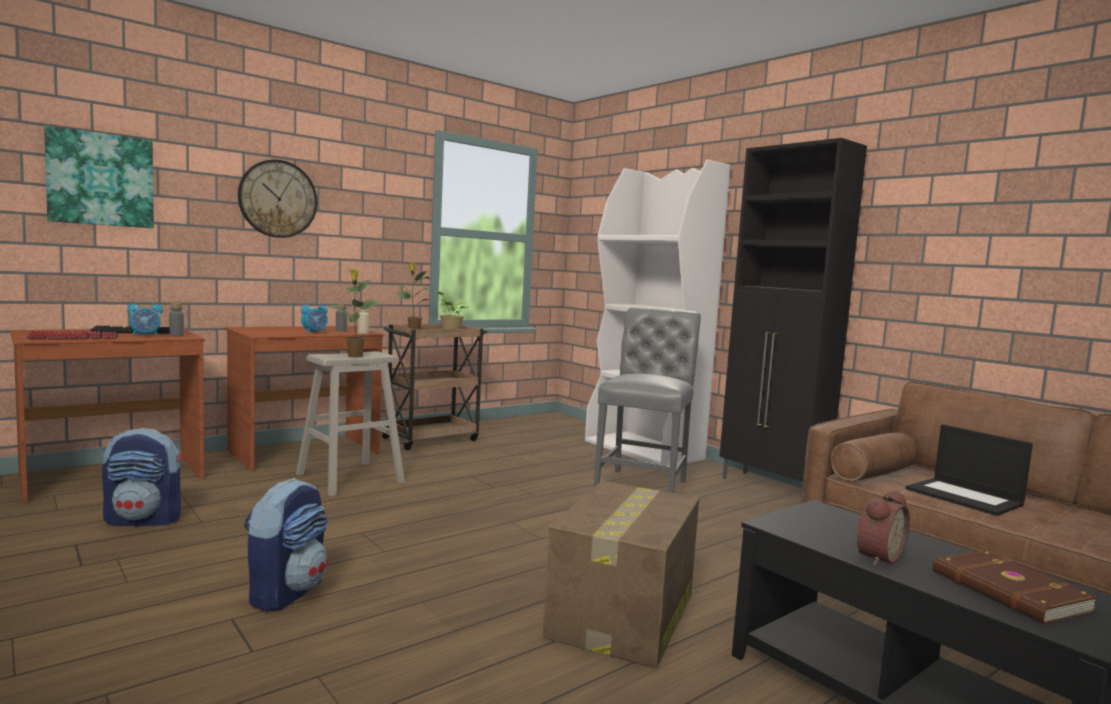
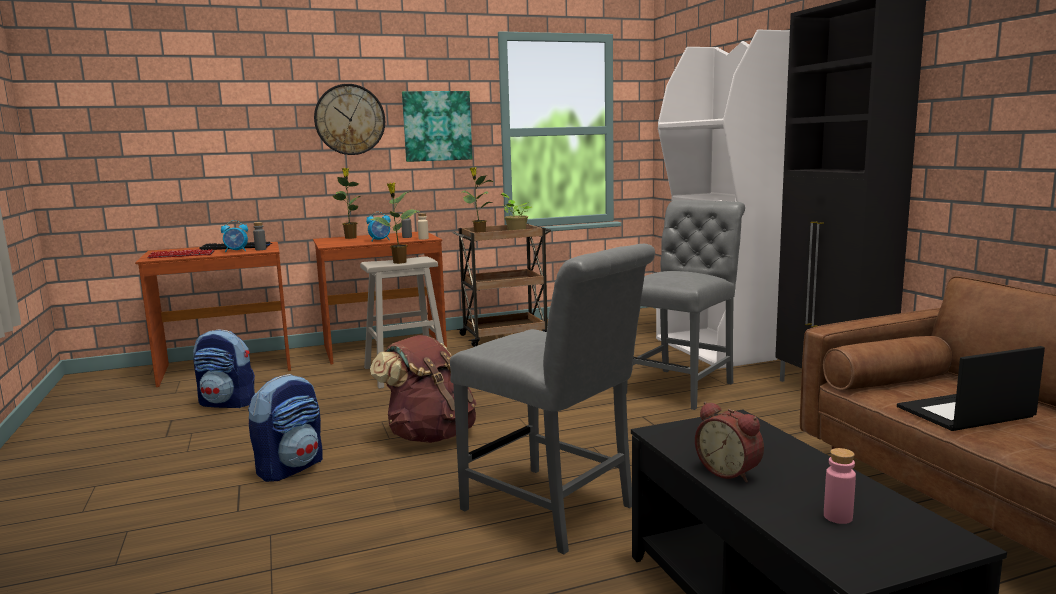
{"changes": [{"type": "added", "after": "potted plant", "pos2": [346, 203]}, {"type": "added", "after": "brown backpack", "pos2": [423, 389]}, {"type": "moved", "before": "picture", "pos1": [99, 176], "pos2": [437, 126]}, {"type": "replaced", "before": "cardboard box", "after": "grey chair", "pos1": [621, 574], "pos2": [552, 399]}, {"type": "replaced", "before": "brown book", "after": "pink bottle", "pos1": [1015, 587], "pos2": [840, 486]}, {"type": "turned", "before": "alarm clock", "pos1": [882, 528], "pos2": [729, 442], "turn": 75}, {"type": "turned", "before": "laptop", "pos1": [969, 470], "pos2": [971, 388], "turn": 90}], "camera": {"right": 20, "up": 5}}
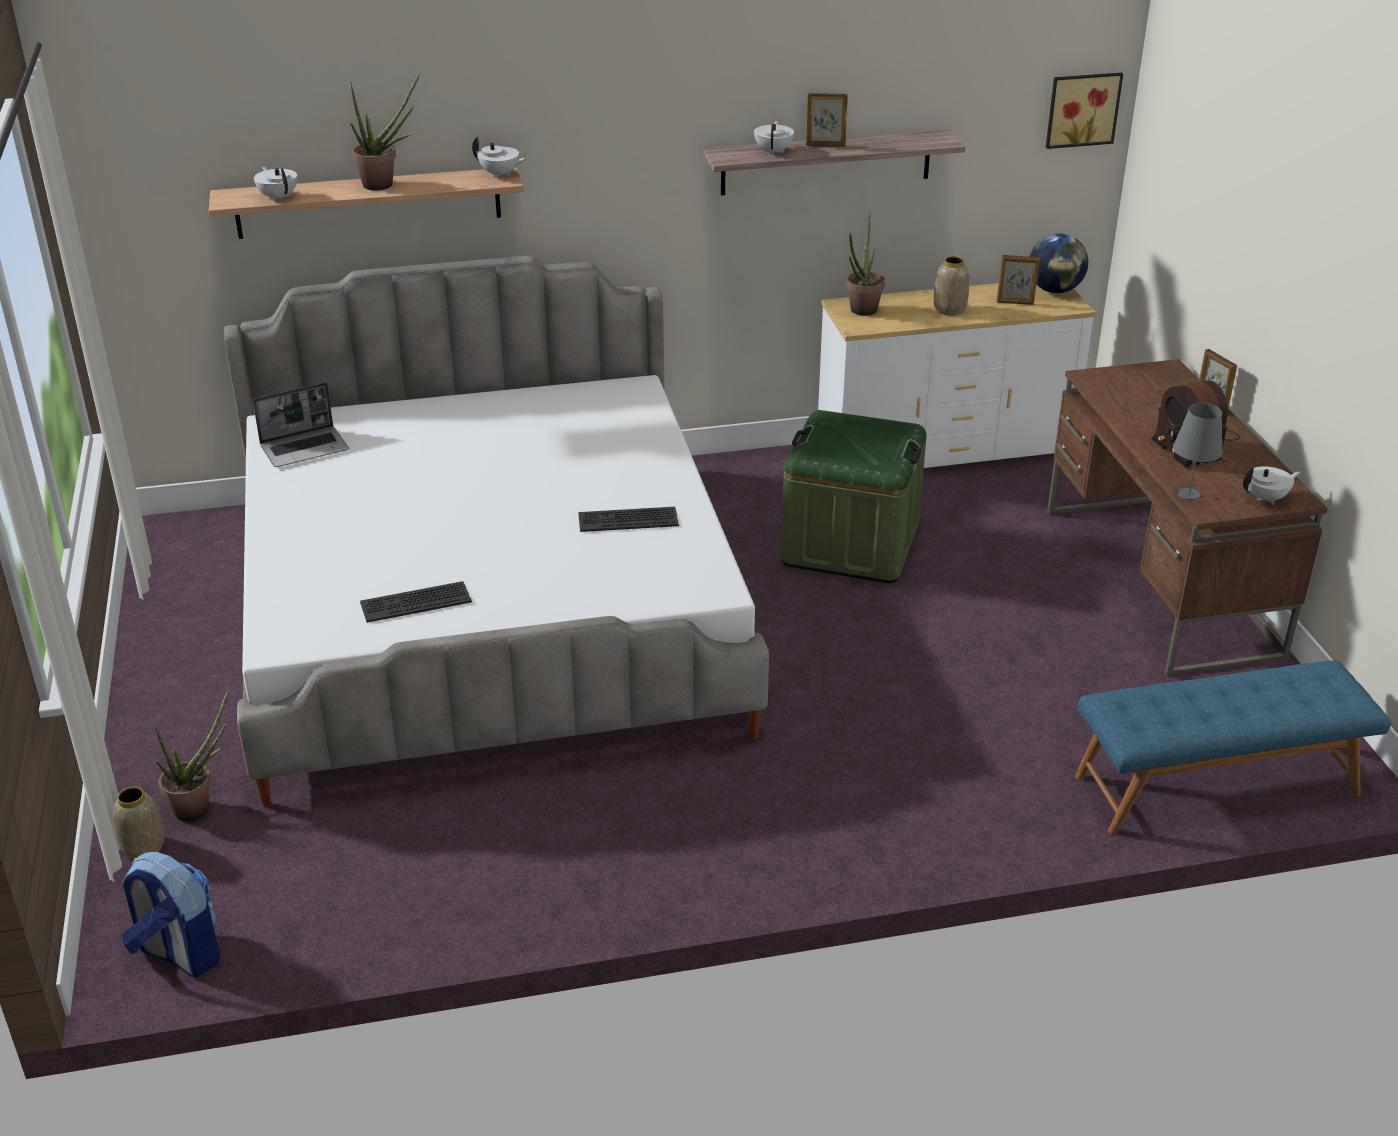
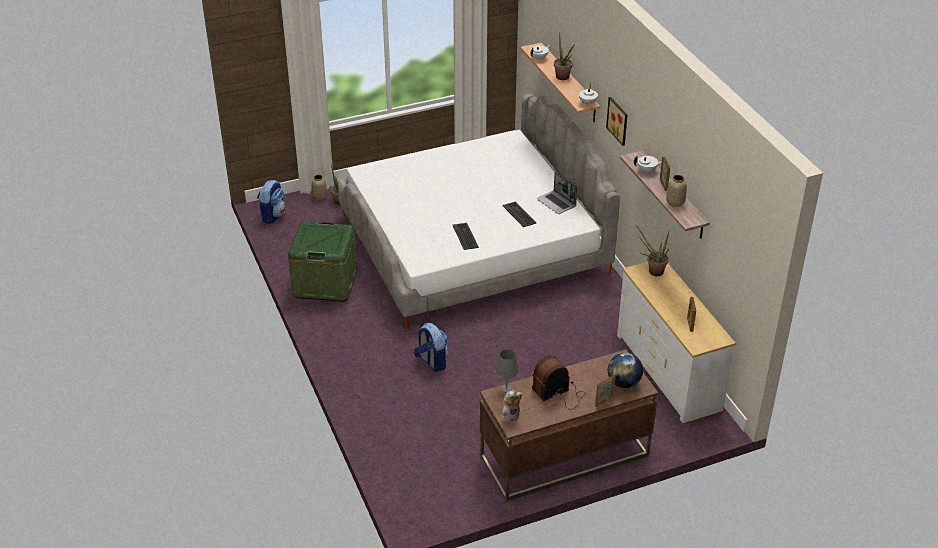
{"changes": [{"type": "removed", "before": "blue bench", "pos1": [1233, 747]}, {"type": "added", "after": "backpack", "pos2": [431, 347]}, {"type": "moved", "before": "laptop", "pos1": [301, 424], "pos2": [557, 193]}, {"type": "moved", "before": "keyboard", "pos1": [416, 602], "pos2": [519, 214]}, {"type": "moved", "before": "green storage box", "pos1": [854, 496], "pos2": [323, 262]}, {"type": "moved", "before": "vase", "pos1": [951, 286], "pos2": [676, 191]}, {"type": "moved", "before": "globe", "pos1": [1059, 263], "pos2": [625, 370]}, {"type": "moved", "before": "picture", "pos1": [1084, 110], "pos2": [616, 121]}, {"type": "replaced", "before": "white teapot", "after": "plush toy", "pos1": [1271, 485], "pos2": [512, 406]}], "camera": {"right": 80, "up": 5}}
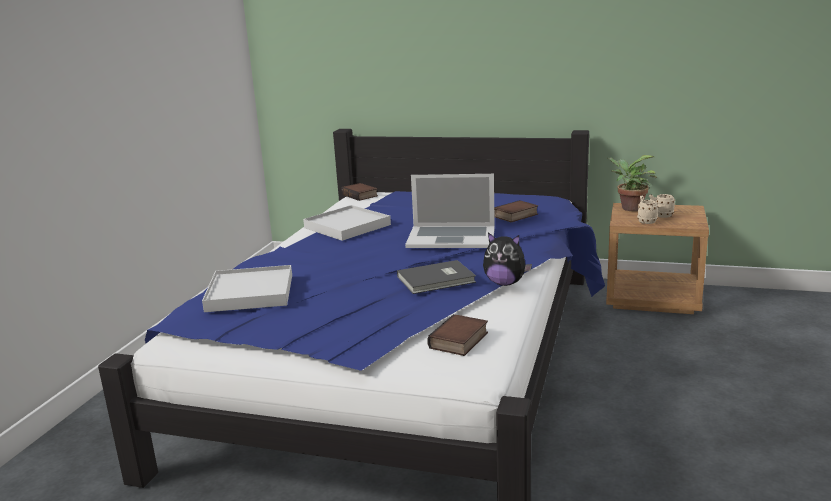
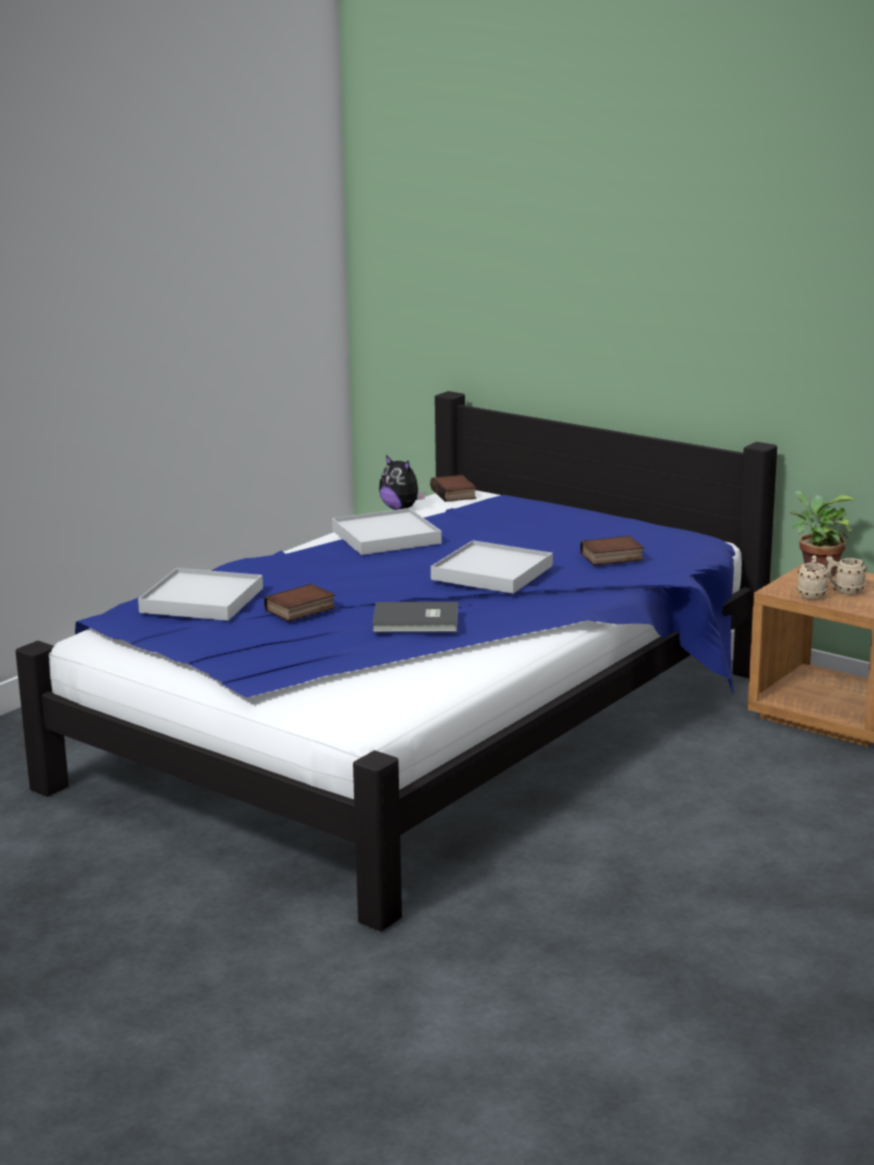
{"changes": [{"type": "moved", "before": "book", "pos1": [457, 335], "pos2": [300, 602]}, {"type": "moved", "before": "plush toy", "pos1": [507, 259], "pos2": [402, 482]}, {"type": "replaced", "before": "laptop", "after": "white tray", "pos1": [450, 211], "pos2": [492, 567]}], "camera": {"right": 20, "up": 0}}
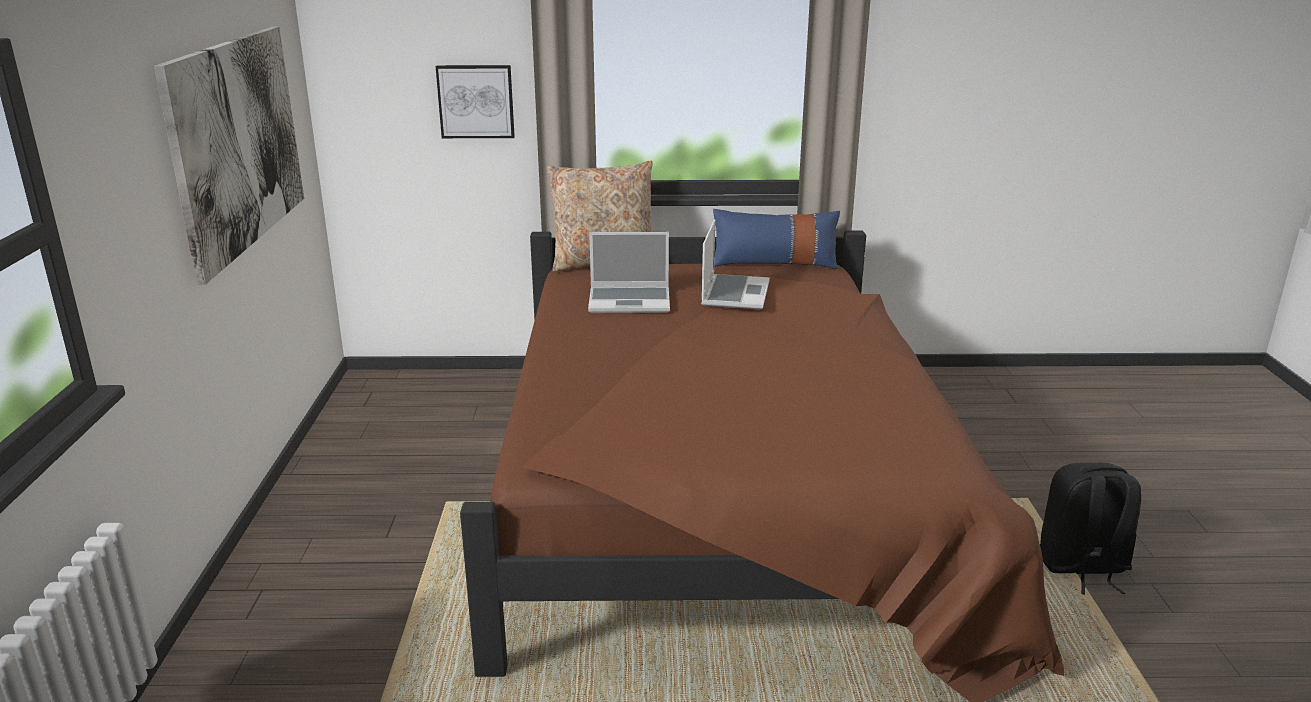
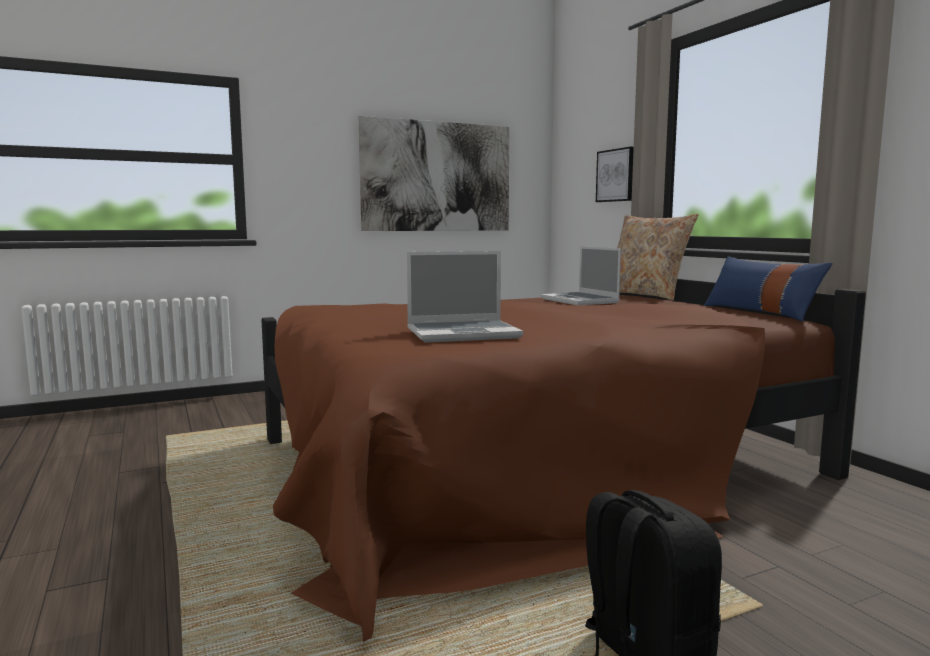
{"changes": [{"type": "moved", "before": "laptop", "pos1": [735, 265], "pos2": [465, 297]}], "camera": {"right": 65, "up": -15}}
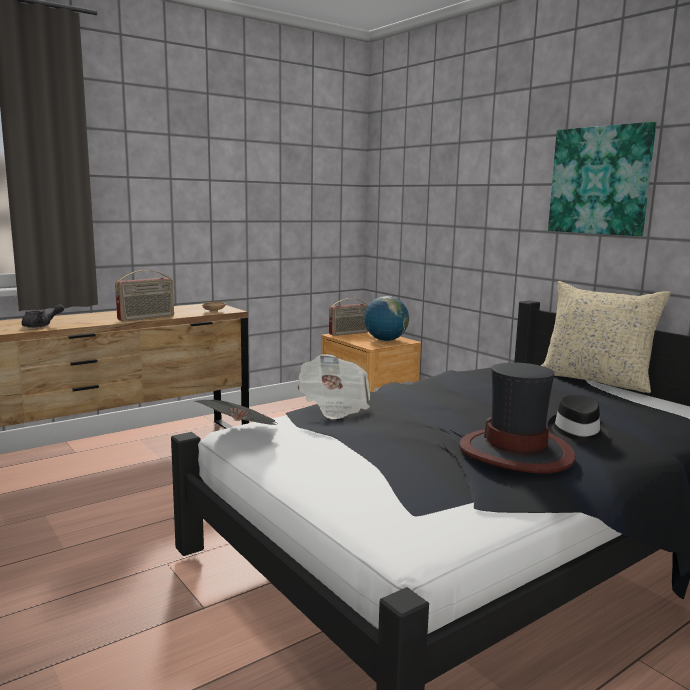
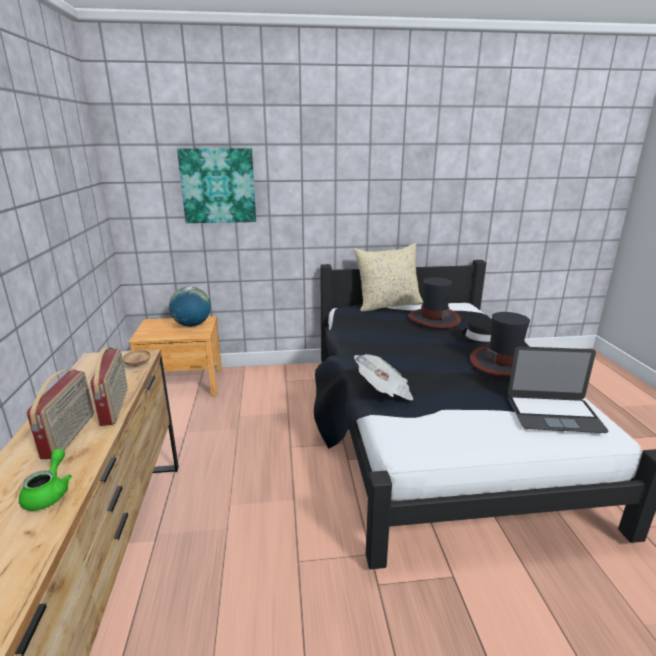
{"changes": [{"type": "removed", "before": "newspaper", "pos1": [236, 412]}, {"type": "added", "after": "hat", "pos2": [434, 303]}, {"type": "added", "after": "laptop", "pos2": [558, 389]}, {"type": "moved", "before": "radio", "pos1": [348, 317], "pos2": [60, 414]}, {"type": "moved", "before": "picture", "pos1": [602, 179], "pos2": [216, 185]}, {"type": "recoloured", "before": "grey teapot", "after": "green teapot", "pos1": [43, 316], "pos2": [45, 480]}], "camera": {"right": -60, "up": 10}}
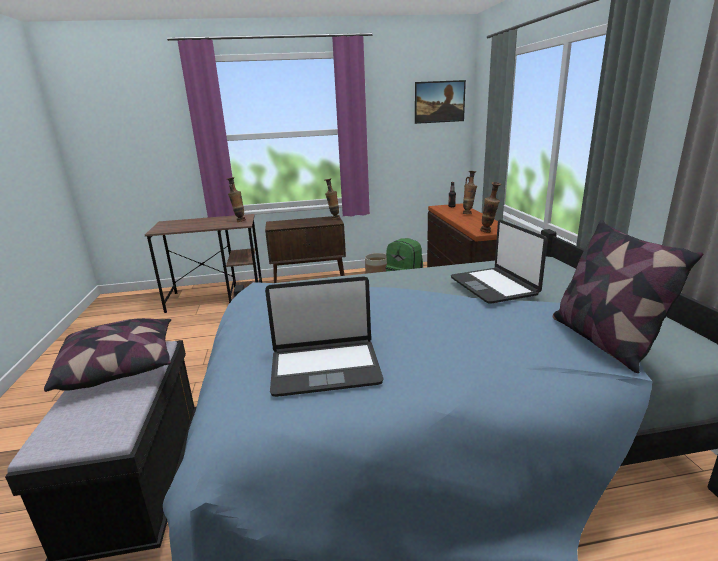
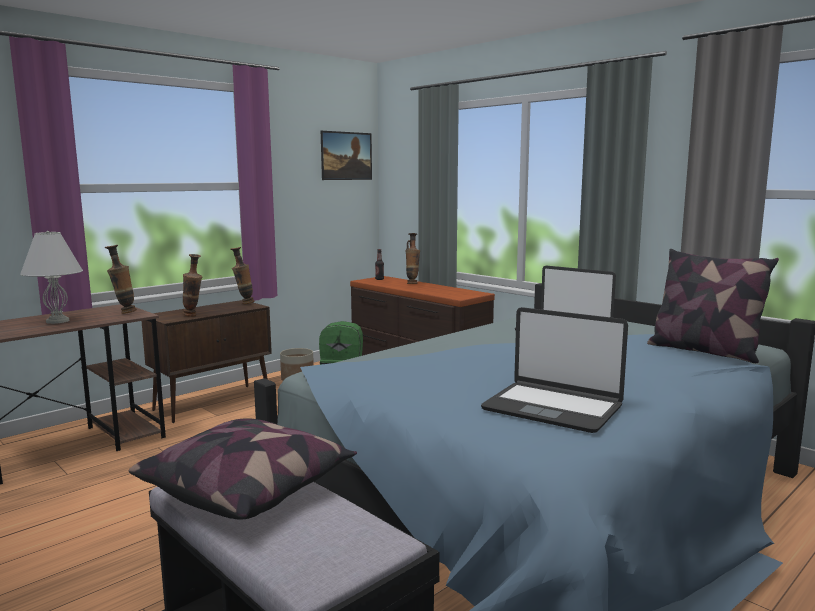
{"changes": [{"type": "added", "after": "white table lamp", "pos2": [51, 277]}, {"type": "moved", "before": "vase", "pos1": [490, 207], "pos2": [192, 285]}, {"type": "turned", "before": "laptop", "pos1": [324, 336], "pos2": [554, 370], "turn": 75}], "camera": {"right": -35, "up": -10}}
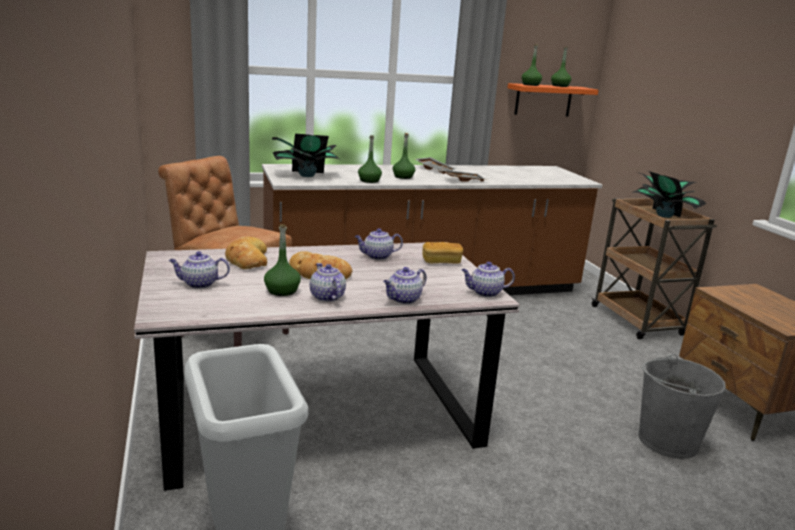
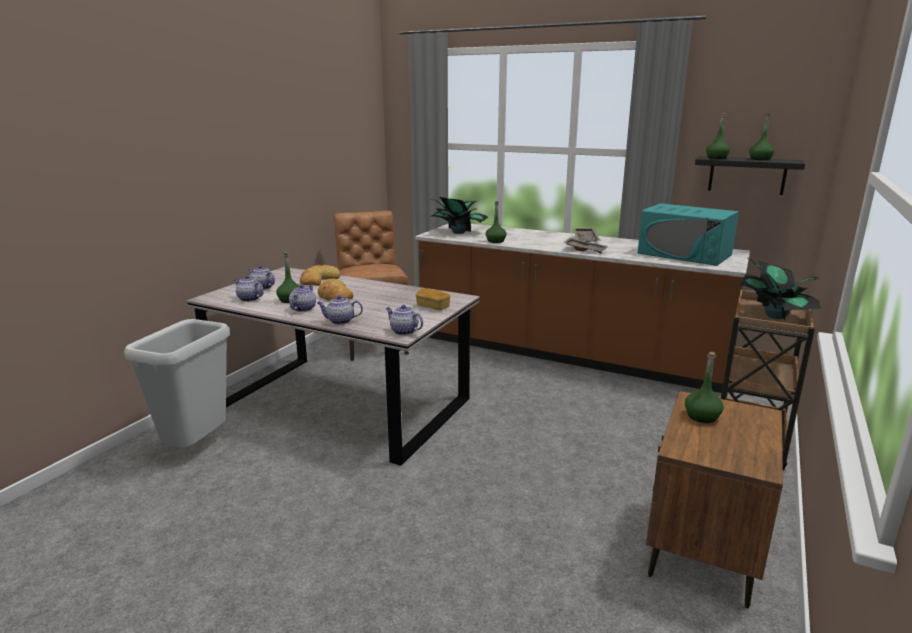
{"changes": [{"type": "removed", "before": "grey bucket", "pos1": [682, 406]}, {"type": "added", "after": "turquoise microwave", "pos2": [688, 234]}, {"type": "moved", "before": "teapot", "pos1": [379, 244], "pos2": [248, 289]}, {"type": "moved", "before": "green bottle", "pos1": [404, 156], "pos2": [704, 387]}, {"type": "recoloured", "before": "orange shelf", "after": "black shelf", "pos1": [553, 100], "pos2": [750, 175]}], "camera": {"right": 45, "up": 0}}
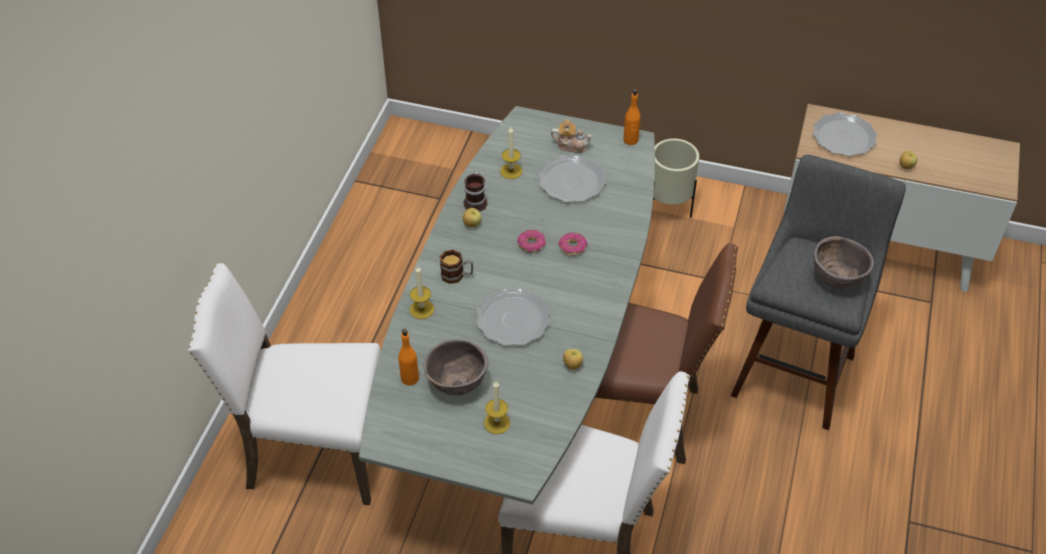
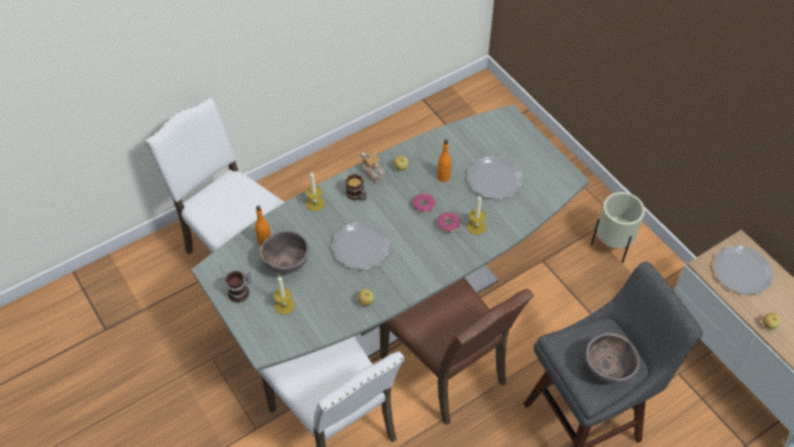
{"changes": [{"type": "moved", "before": "mug", "pos1": [475, 191], "pos2": [239, 286]}, {"type": "moved", "before": "candle", "pos1": [511, 153], "pos2": [476, 215]}, {"type": "moved", "before": "teapot", "pos1": [572, 136], "pos2": [373, 167]}, {"type": "moved", "before": "orange bottle", "pos1": [631, 117], "pos2": [444, 160]}], "camera": {"right": 40, "up": 5}}
